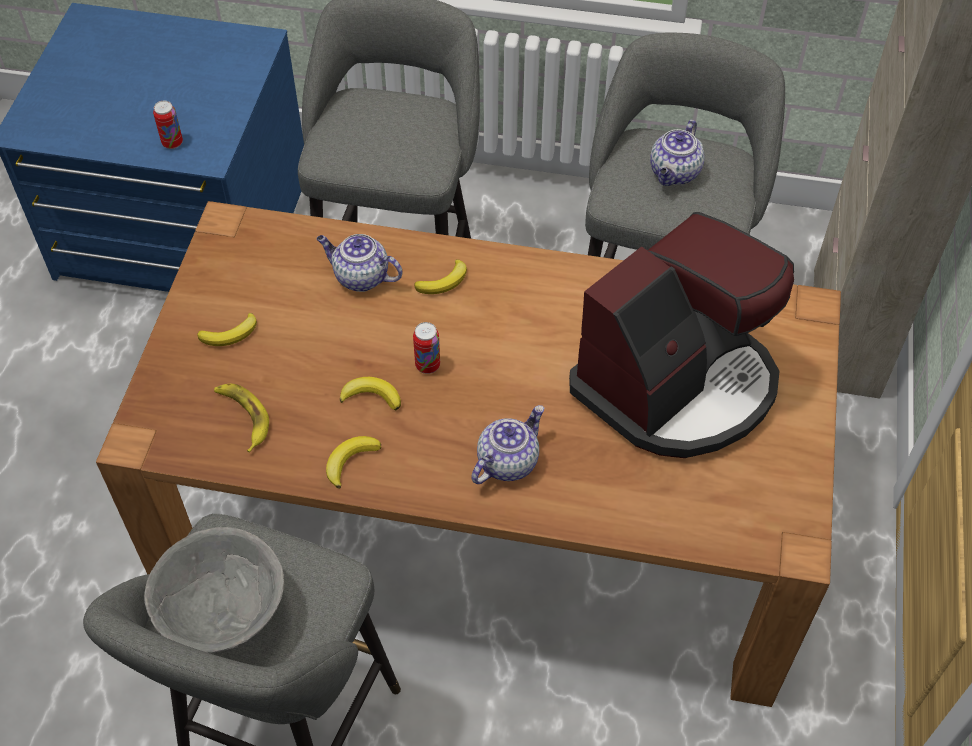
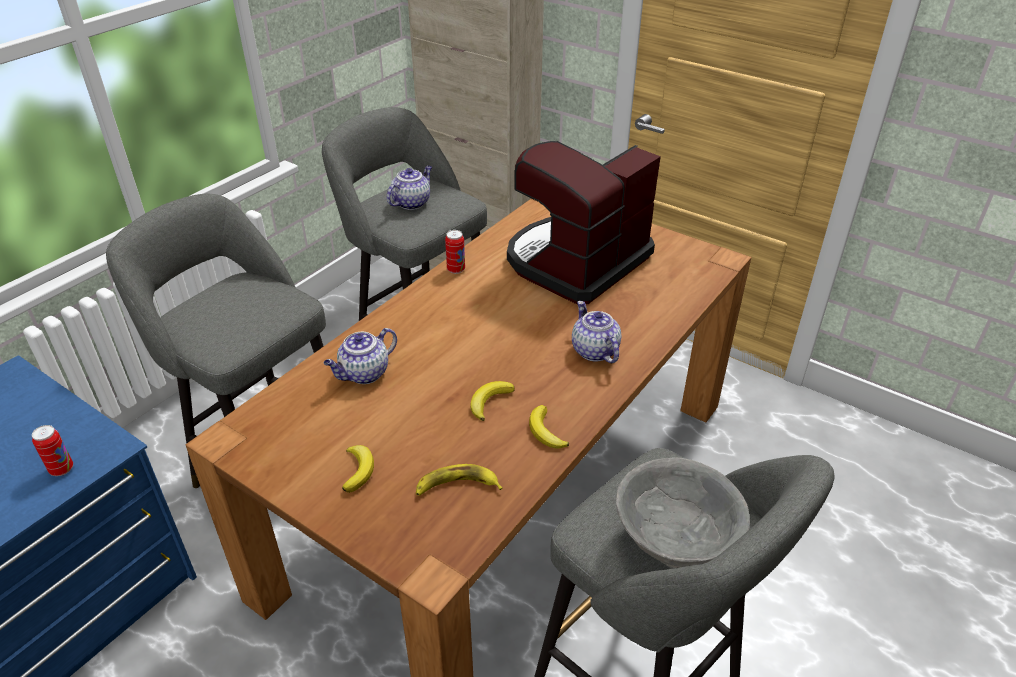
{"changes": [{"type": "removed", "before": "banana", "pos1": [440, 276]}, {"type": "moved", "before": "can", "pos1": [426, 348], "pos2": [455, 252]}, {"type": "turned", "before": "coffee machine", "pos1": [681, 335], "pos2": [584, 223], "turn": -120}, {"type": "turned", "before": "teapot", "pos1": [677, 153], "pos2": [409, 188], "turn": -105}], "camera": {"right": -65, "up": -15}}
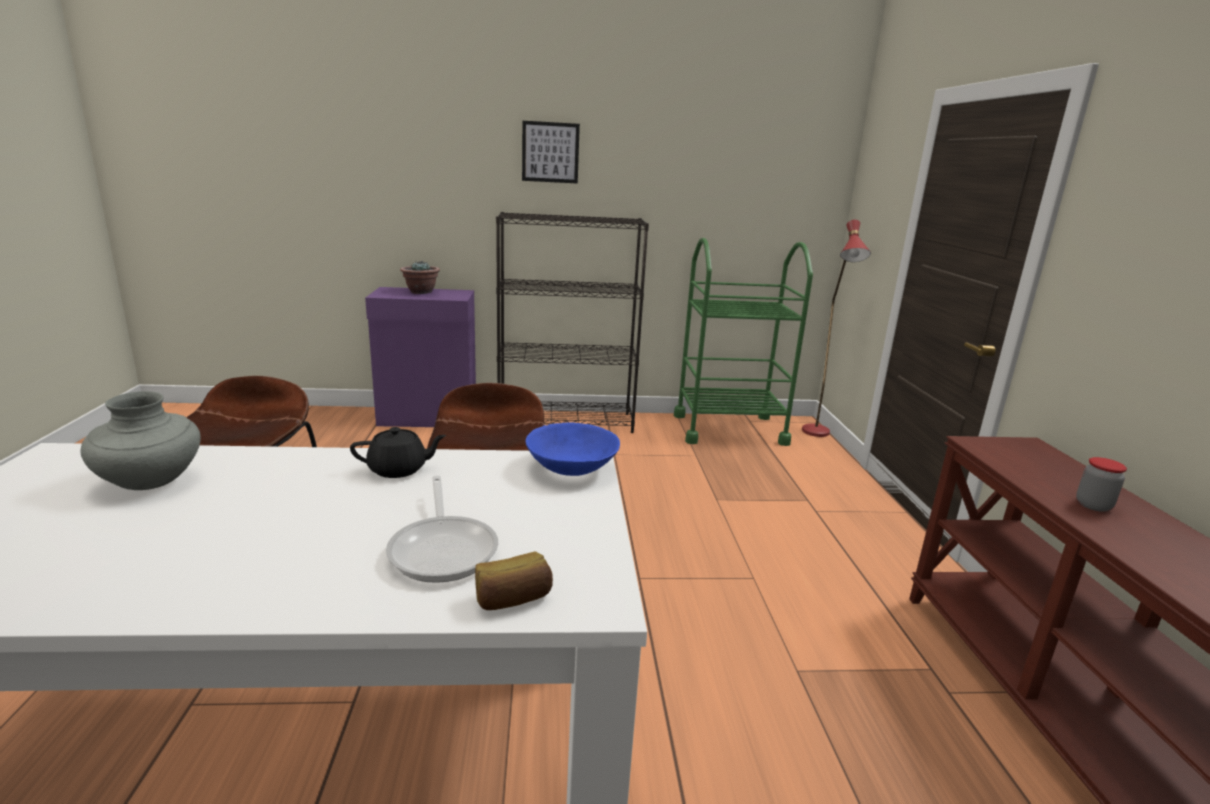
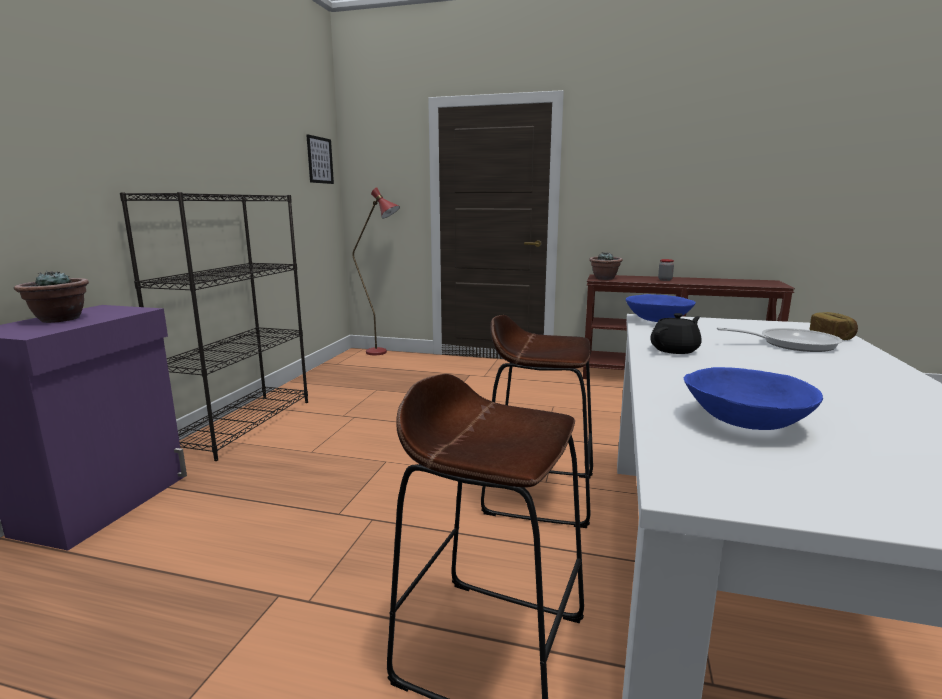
{"changes": [{"type": "removed", "before": "green cart", "pos1": [743, 342]}, {"type": "added", "after": "potted plant", "pos2": [606, 266]}, {"type": "moved", "before": "picture", "pos1": [551, 152], "pos2": [320, 159]}, {"type": "replaced", "before": "grey vase", "after": "blue bowl", "pos1": [141, 440], "pos2": [753, 398]}, {"type": "turned", "before": "black teapot", "pos1": [398, 452], "pos2": [676, 333], "turn": 45}], "camera": {"right": -70, "up": -5}}
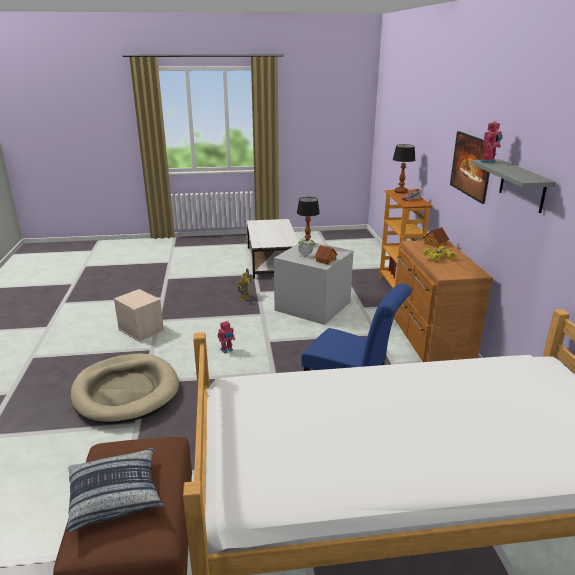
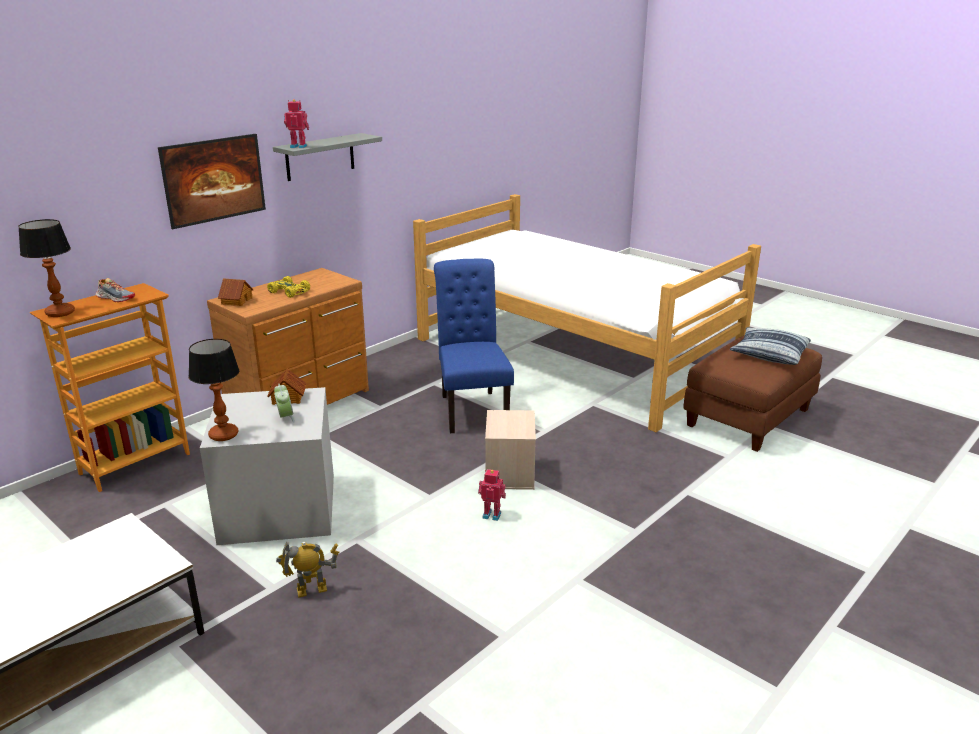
{"changes": [{"type": "removed", "before": "beige dog bed", "pos1": [125, 389]}, {"type": "moved", "before": "beige storage box", "pos1": [139, 315], "pos2": [510, 450]}], "camera": {"right": -130, "up": 0}}
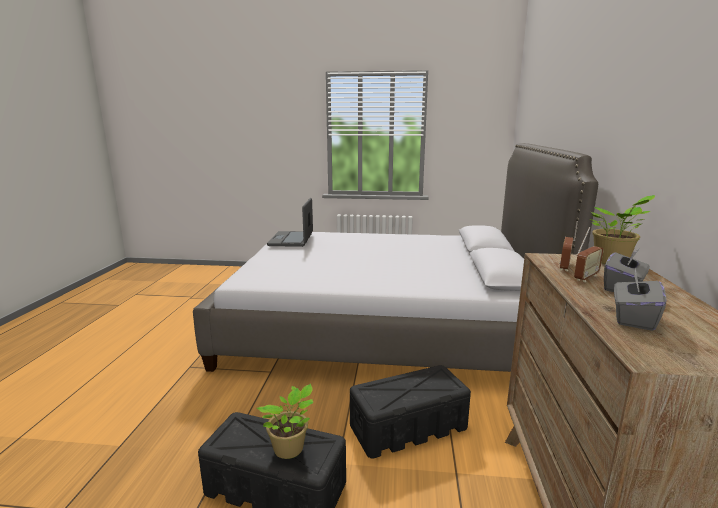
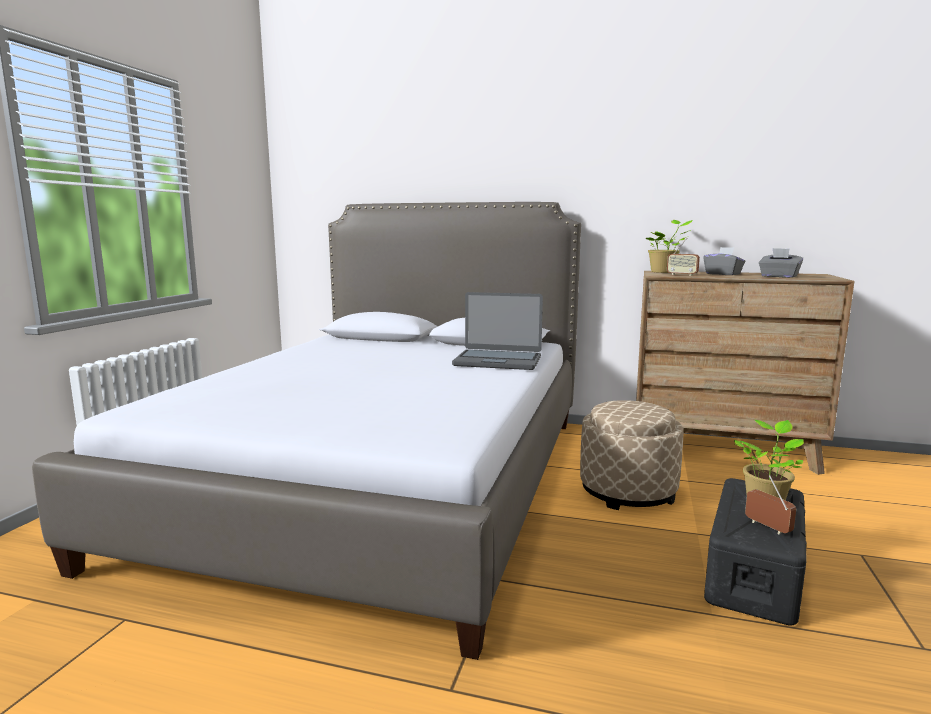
{"changes": [{"type": "moved", "before": "laptop", "pos1": [290, 222], "pos2": [497, 331]}, {"type": "moved", "before": "radio", "pos1": [589, 254], "pos2": [770, 504]}, {"type": "replaced", "before": "black storage box", "after": "beige ottoman", "pos1": [410, 411], "pos2": [632, 455]}], "camera": {"right": -80, "up": -5}}
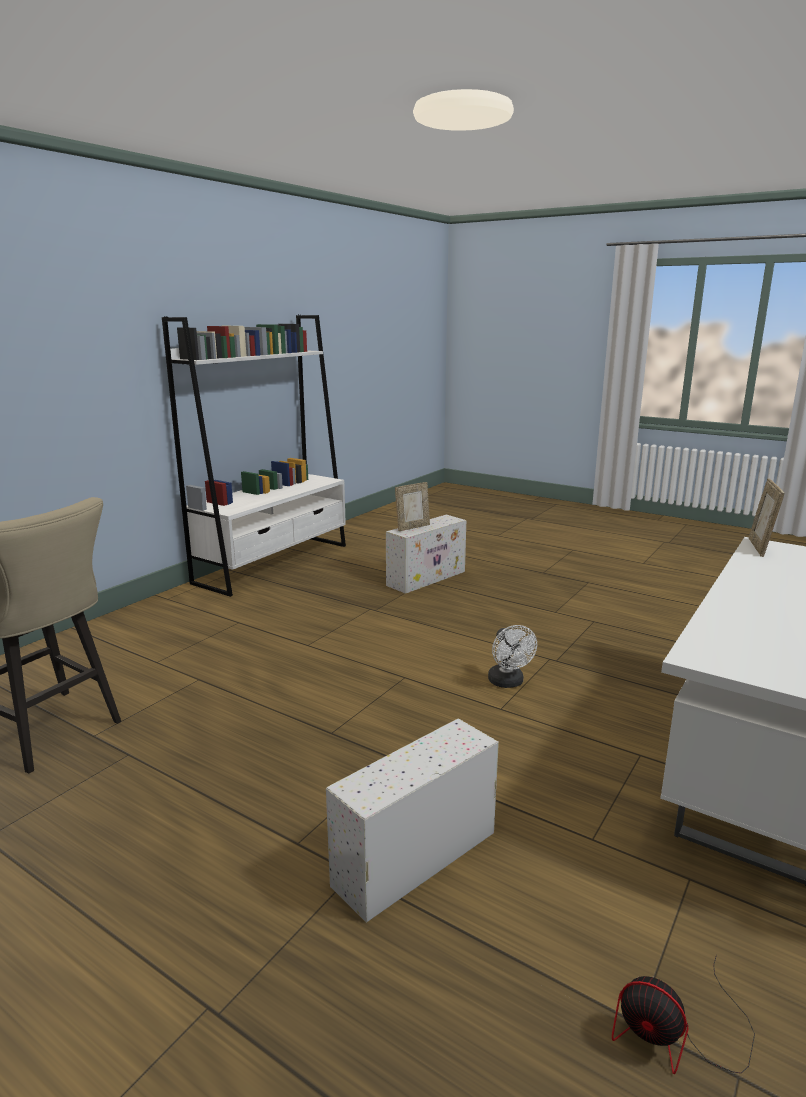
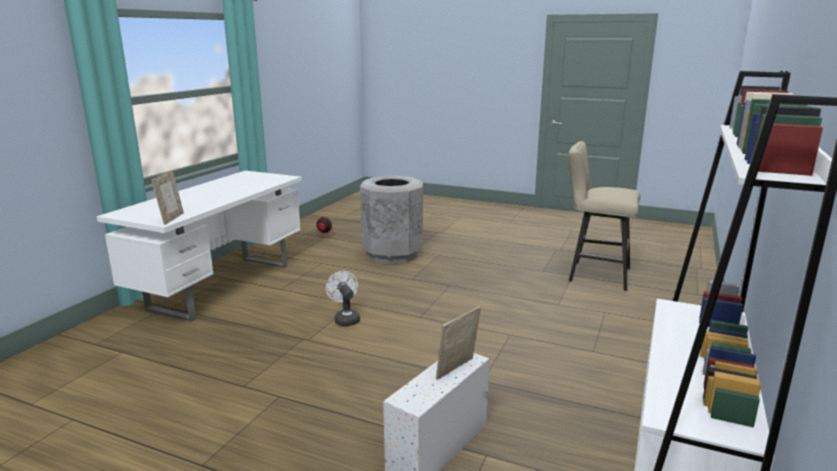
{"changes": [{"type": "replaced", "before": "white storage box", "after": "grey trash can", "pos1": [412, 821], "pos2": [391, 220]}], "camera": {"right": 170, "up": 0}}
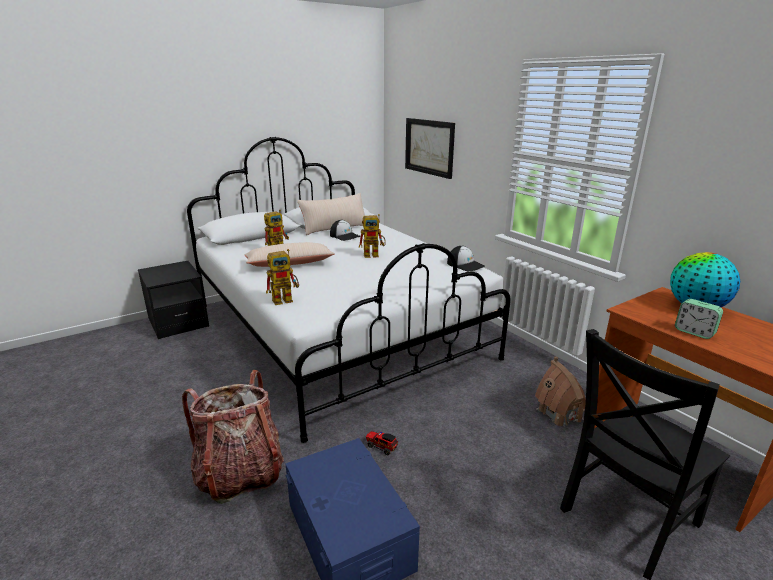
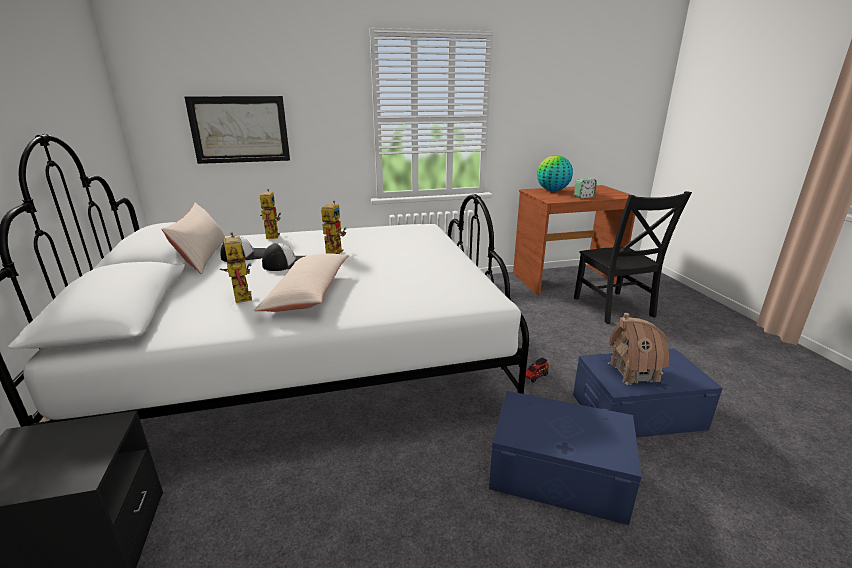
{"changes": [{"type": "moved", "before": "toy robot", "pos1": [282, 277], "pos2": [270, 214]}, {"type": "moved", "before": "cap", "pos1": [466, 258], "pos2": [283, 257]}, {"type": "moved", "before": "toy house", "pos1": [560, 392], "pos2": [638, 349]}, {"type": "replaced", "before": "backpack", "after": "blue storage box", "pos1": [233, 437], "pos2": [565, 458]}], "camera": {"right": -70, "up": 0}}
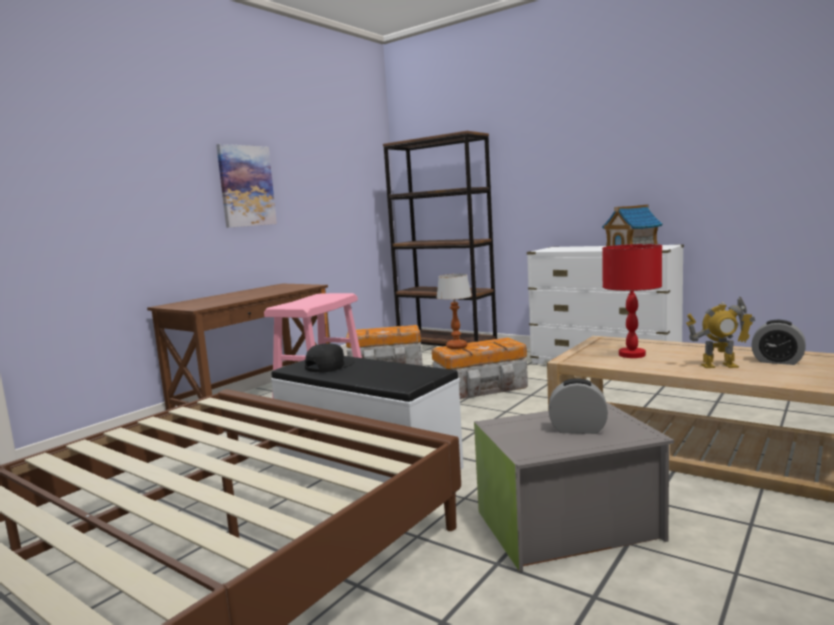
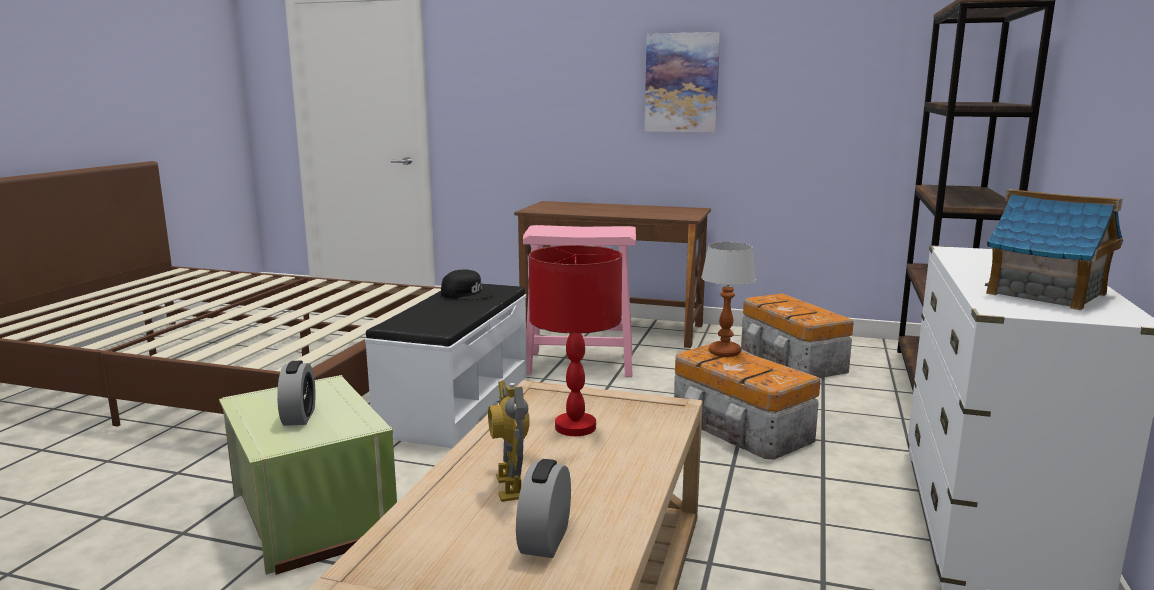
{"changes": [{"type": "recoloured", "before": "grey storage box", "after": "green storage box", "pos1": [574, 487], "pos2": [308, 475]}], "camera": {"right": 70, "up": 5}}
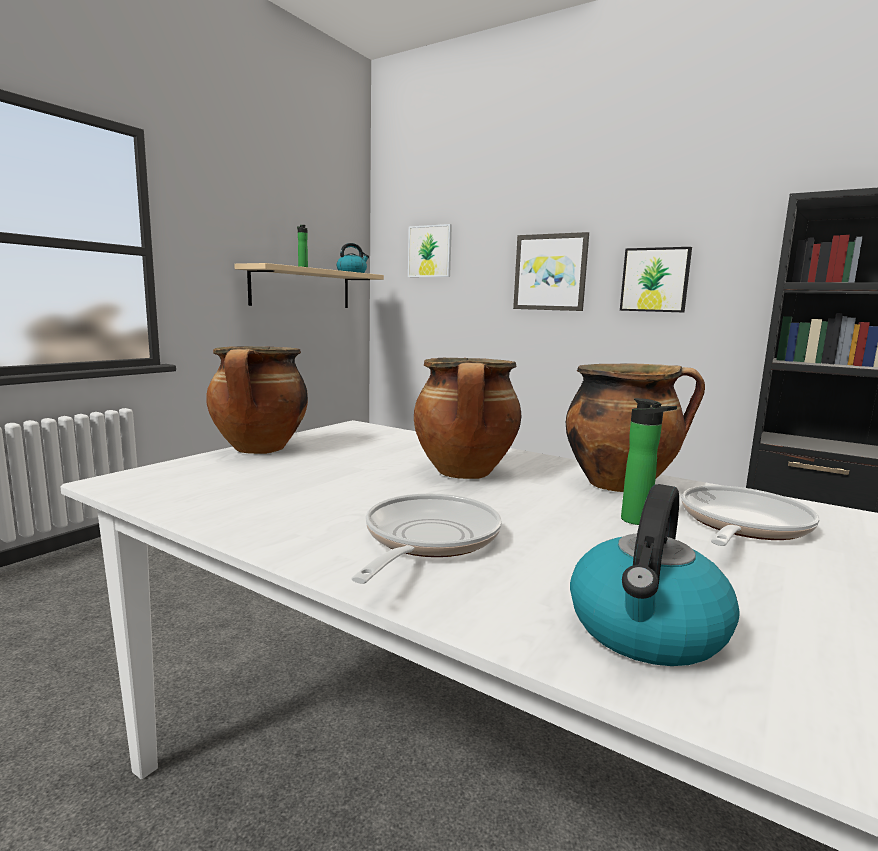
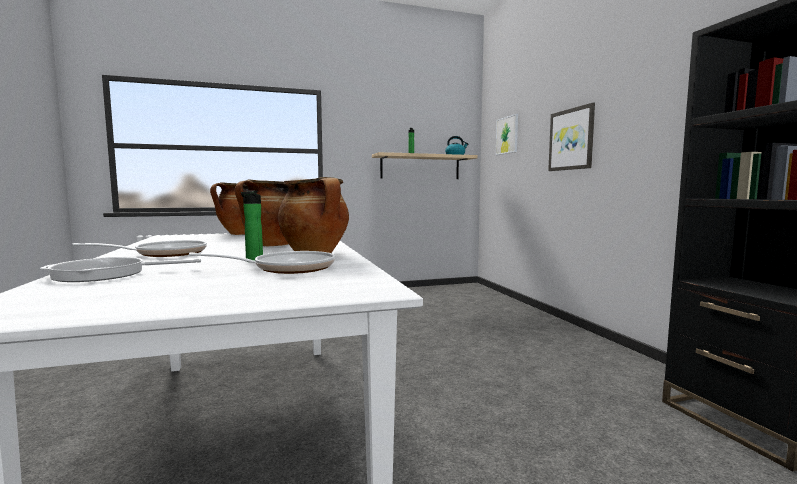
{"changes": [{"type": "removed", "before": "picture", "pos1": [656, 279]}, {"type": "replaced", "before": "kettle", "after": "frying pan", "pos1": [655, 575], "pos2": [120, 269]}], "camera": {"right": 40, "up": -5}}
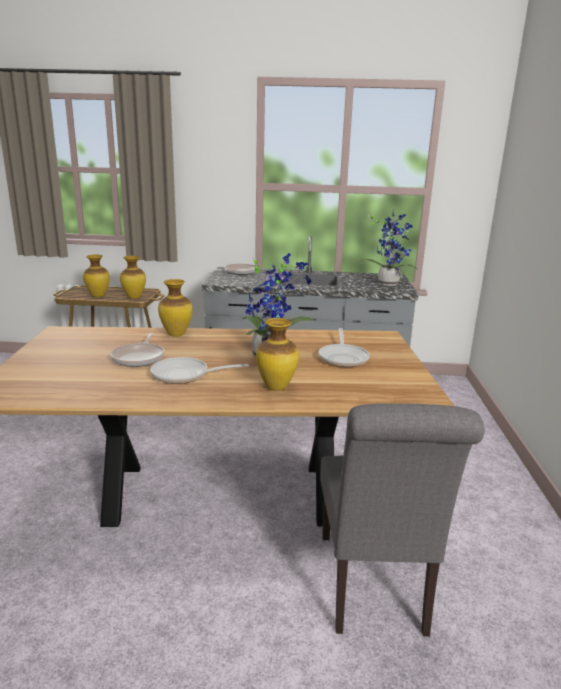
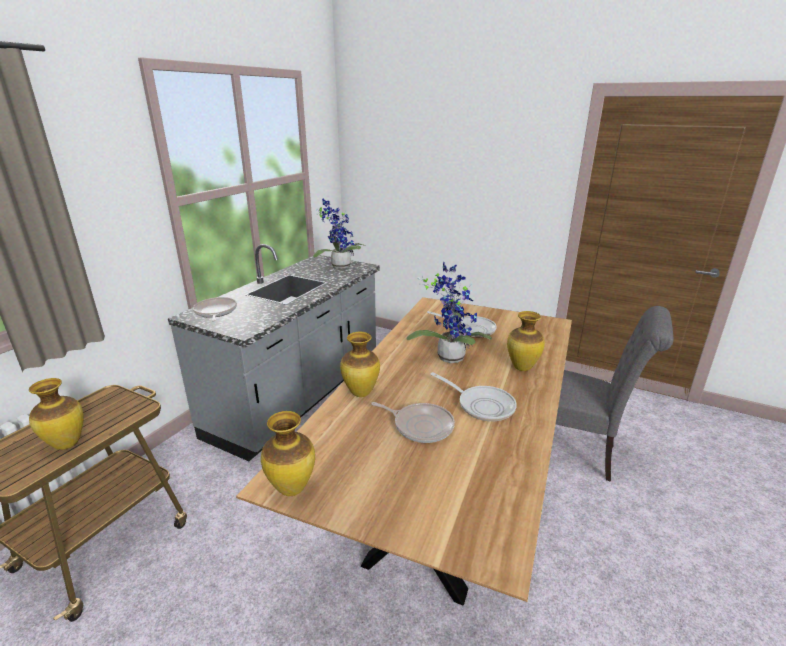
{"changes": [{"type": "moved", "before": "vase", "pos1": [133, 277], "pos2": [288, 453]}, {"type": "turned", "before": "frying pan", "pos1": [199, 370], "pos2": [473, 396], "turn": -75}], "camera": {"right": -65, "up": 5}}
